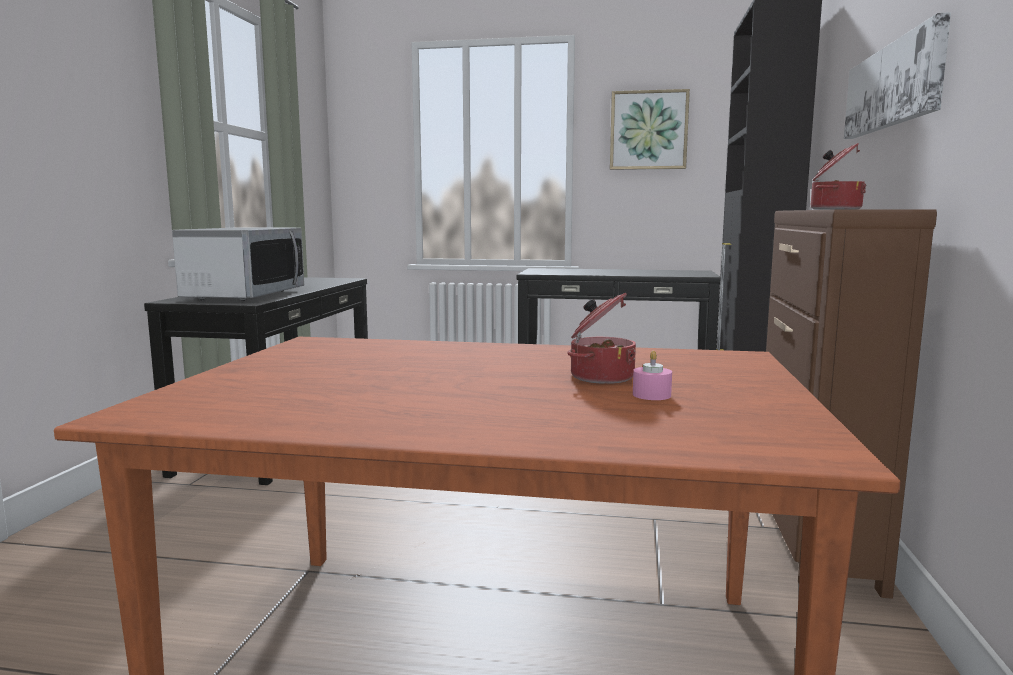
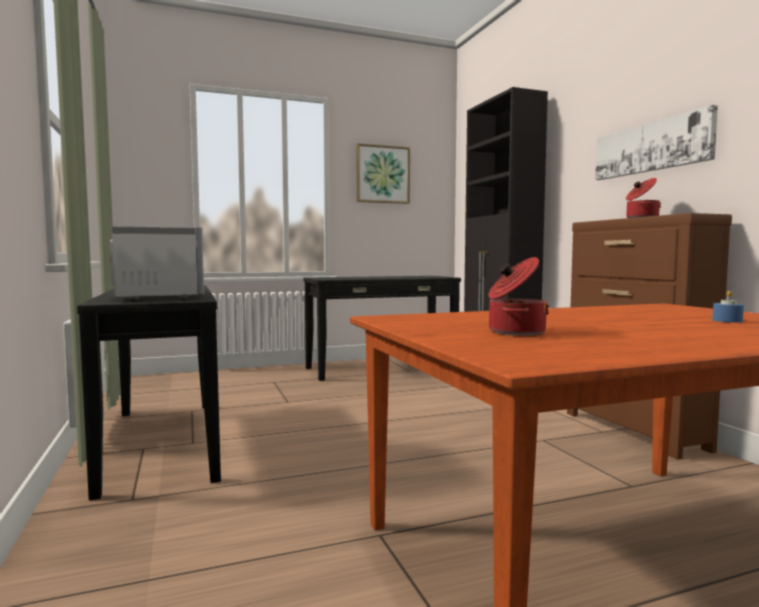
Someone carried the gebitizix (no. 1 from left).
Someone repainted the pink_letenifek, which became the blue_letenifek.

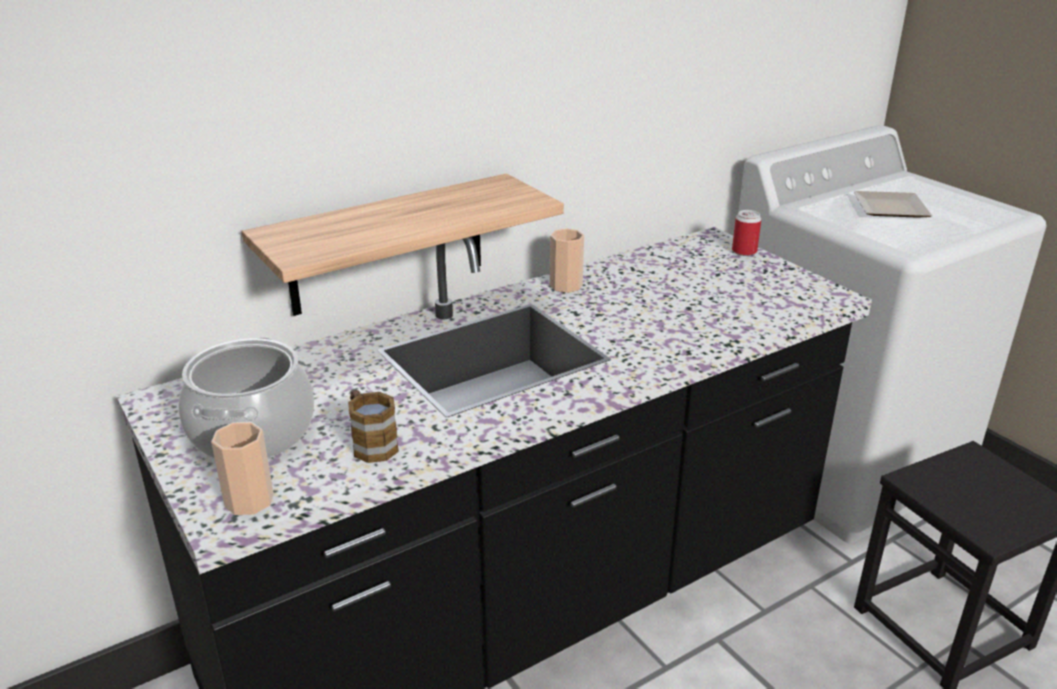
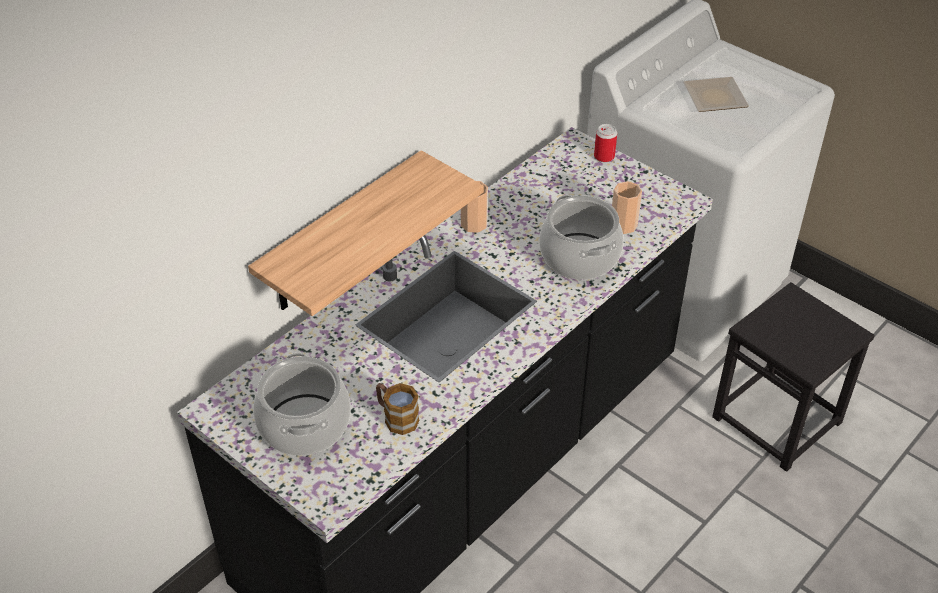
Someone put down the gebitizix (no. 2 from left).
Someone carried the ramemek (no. 1 from left in the first image).

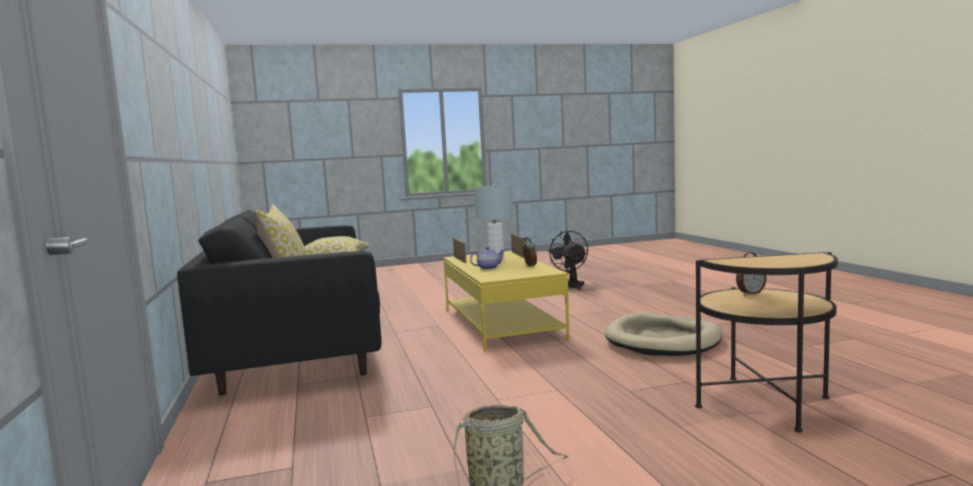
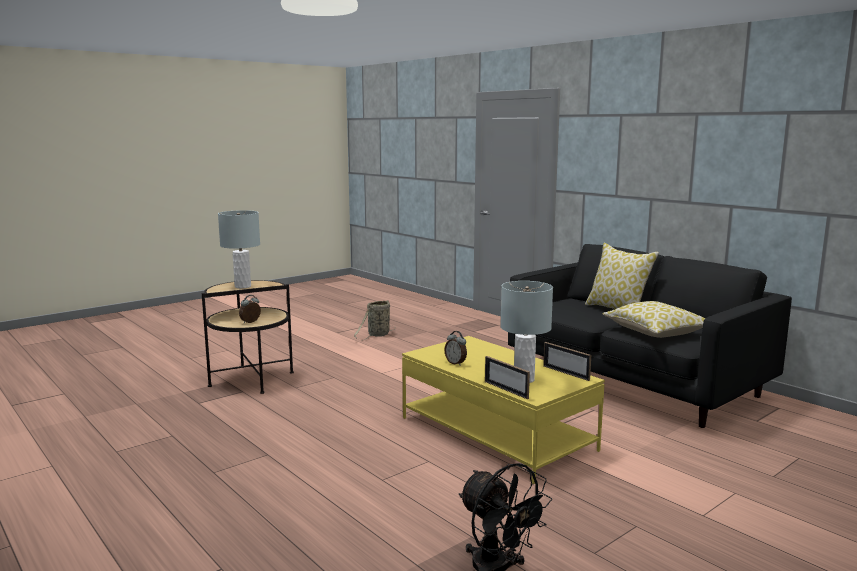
Someone took away the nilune.
Someone took away the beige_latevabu.
Someone put down the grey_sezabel (no. 1 from left).

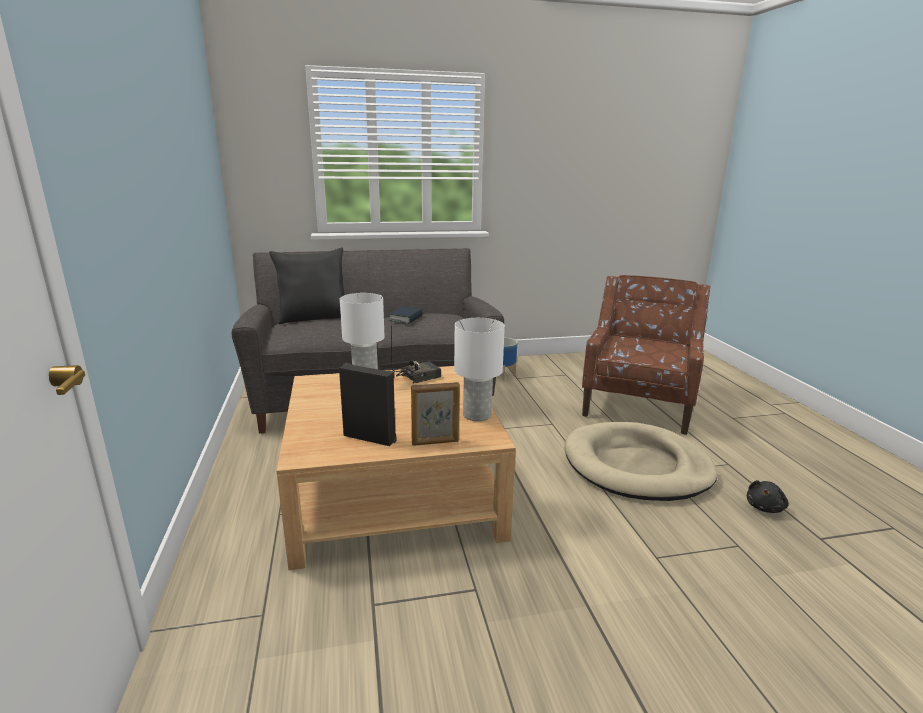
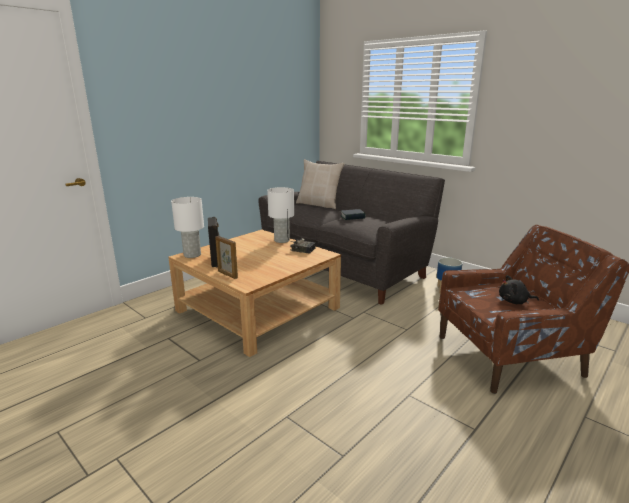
Someone took away the beige_latevabu.
Someone carried the white_sezabel (no. 2 from left in the first image).
Someone carried the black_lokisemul.
Someone repainted the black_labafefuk, which became the beige_labafefuk.

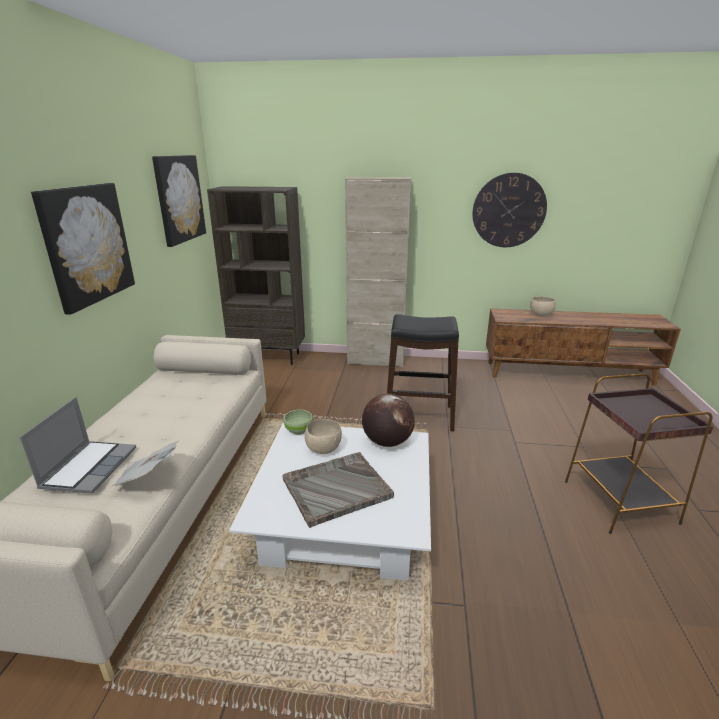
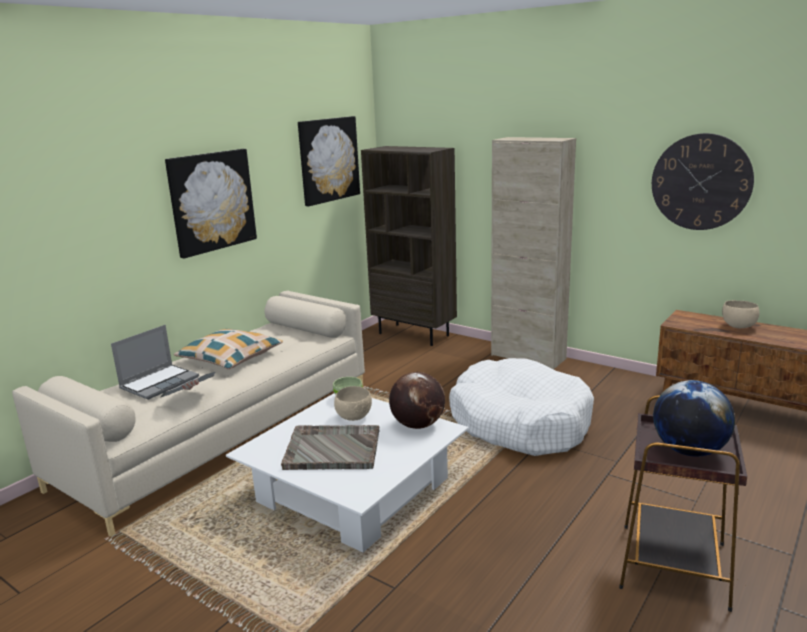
Someone put down the labafefuk.
Someone put down the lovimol (no. 2 from left).
Someone swapped the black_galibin for the white_latevabu.

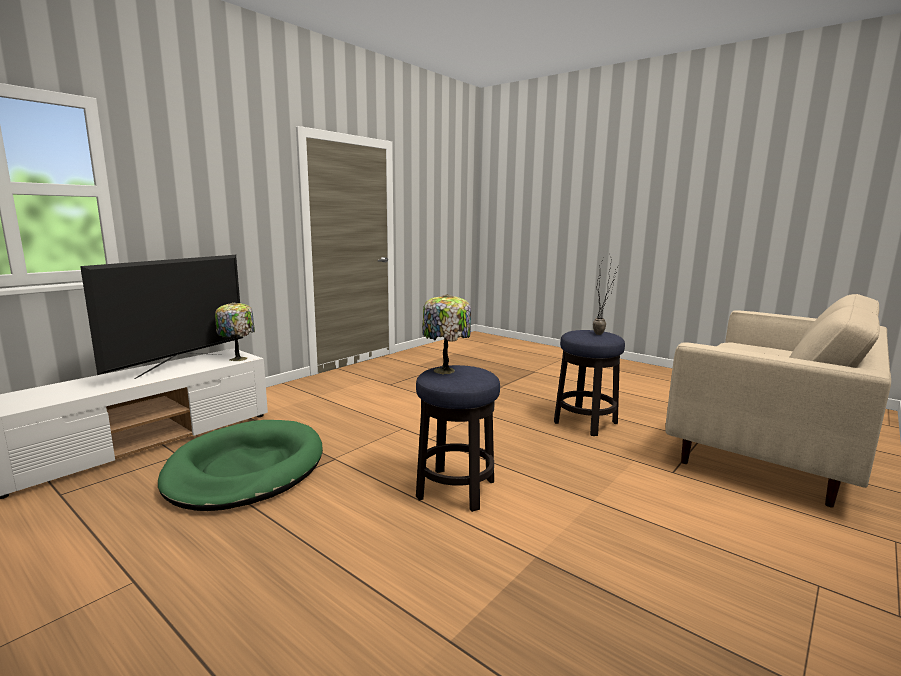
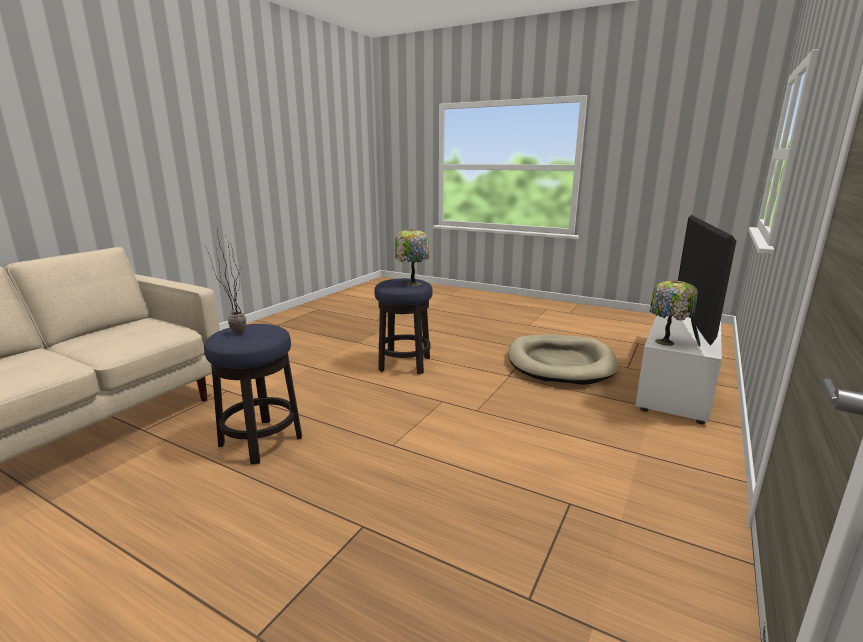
Someone repainted the green_latevabu, which became the beige_latevabu.

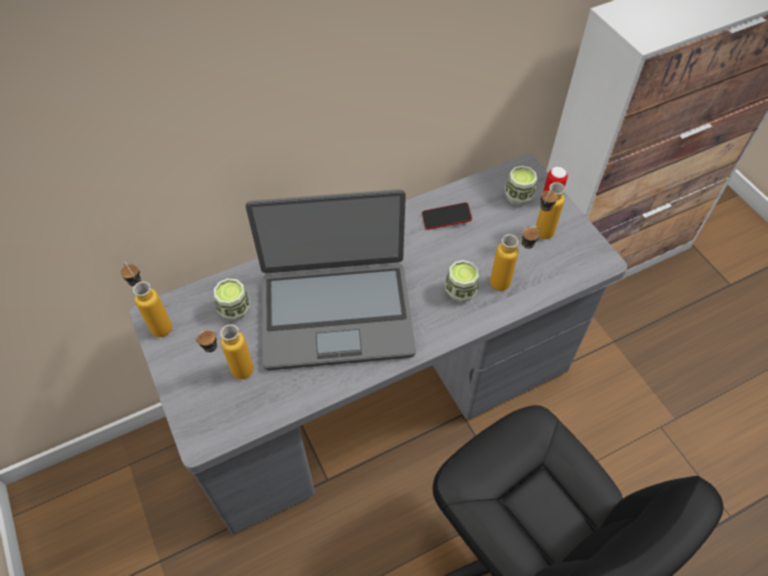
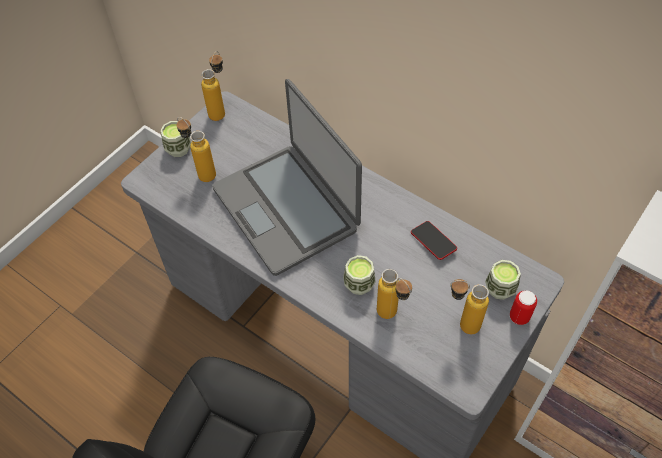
Someone carried the ramemek (no. 1 from left).

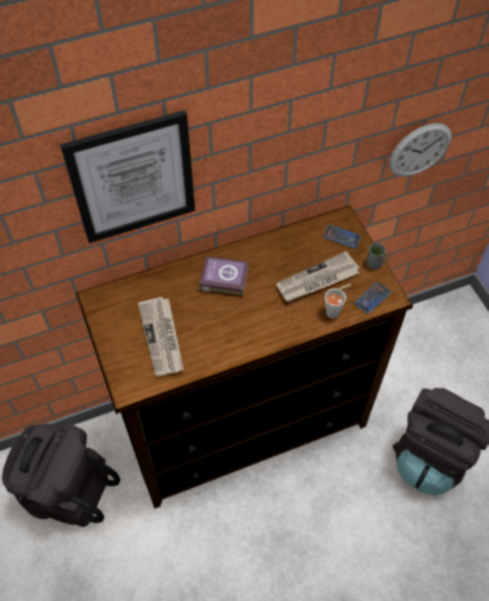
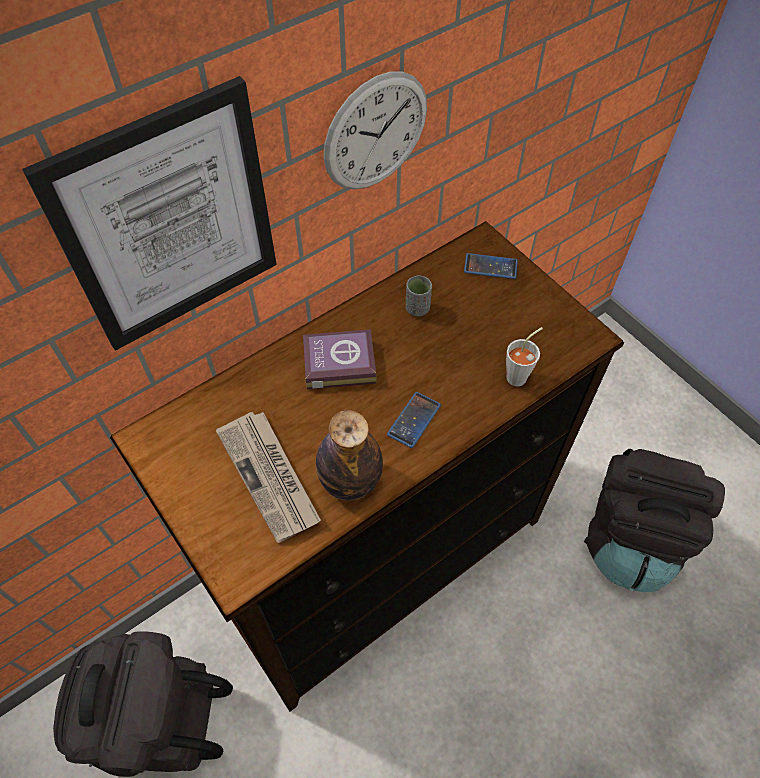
Someone took away the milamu (no. 2 from left).
Someone put down the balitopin.
Someone carried the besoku (no. 2 from left in the first image).
Someone carried the grey_ramemek (no. 2 from left in the first image).
Someone carried the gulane.

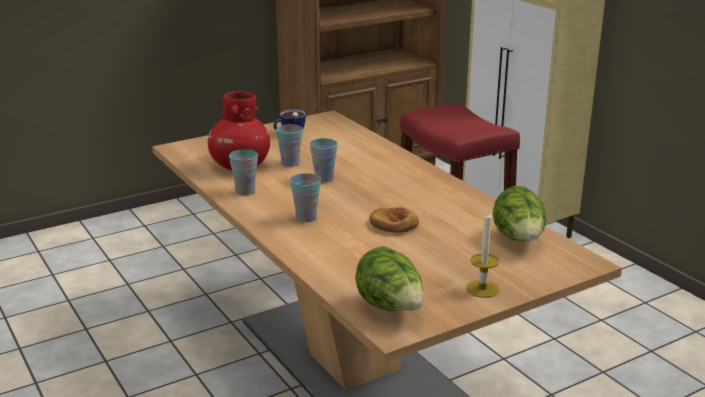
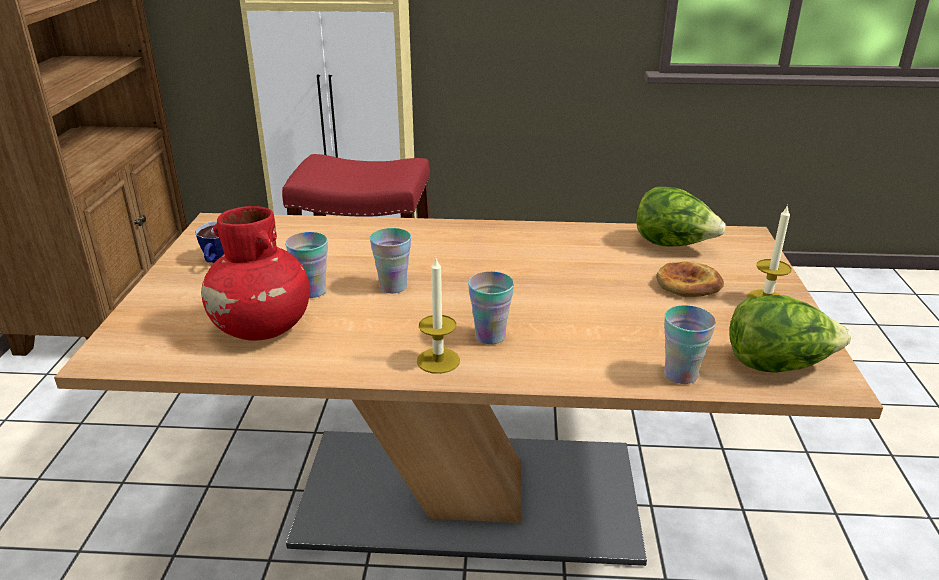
Someone put down the letenifek (no. 1 from left).
Someone carried the ramemek (no. 1 from left in the first image).
Someone carried the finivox.

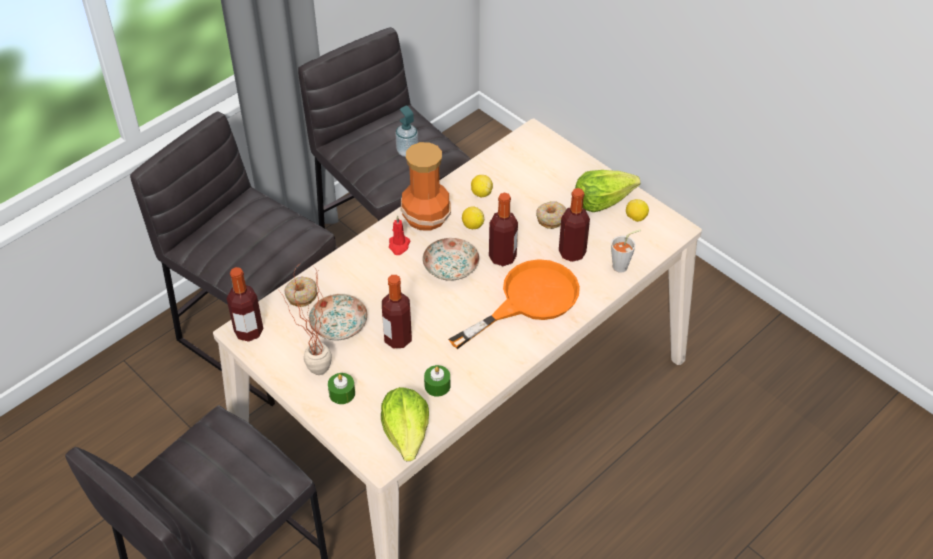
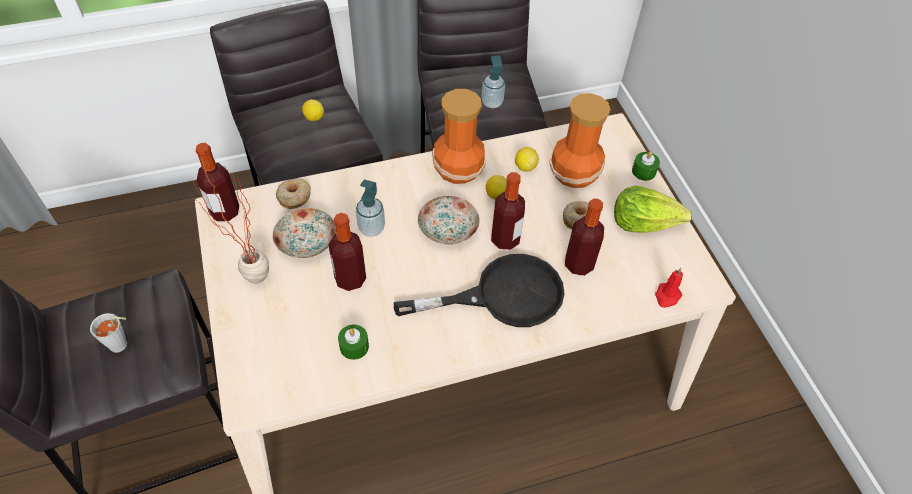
Someone took away the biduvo (no. 1 from left).
Someone put down the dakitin (no. 1 from left).
Someone put down the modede (no. 2 from left).
Someone carried the green_letenifek (no. 1 from left in the first image).
Someone carried the red_letenifek.
Someone carried the grey_ramemek.
Someone carried the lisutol (no. 3 from left in the first image).
Someone repainted the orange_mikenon, which became the black_mikenon.

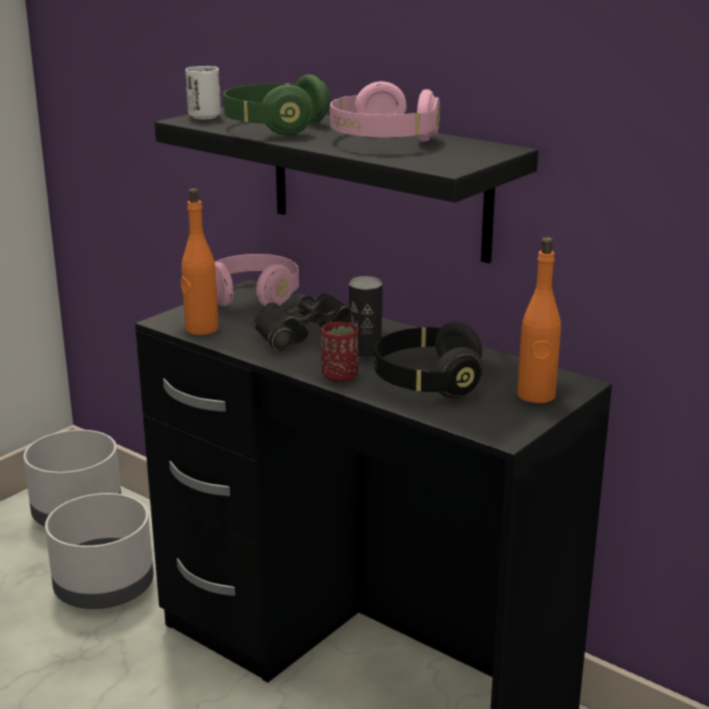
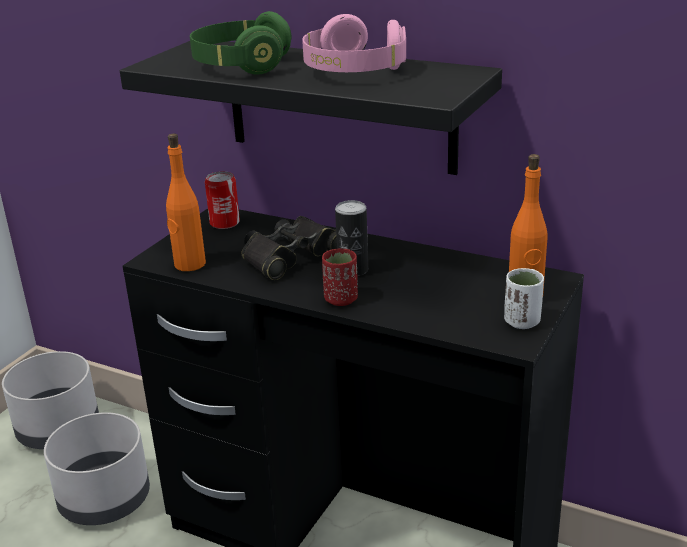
Someone took away the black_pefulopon.
Someone carried the white_ramemek.
Someone swapped the pink_pefulopon (no. 1 from left) for the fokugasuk (no. 1 from left).

